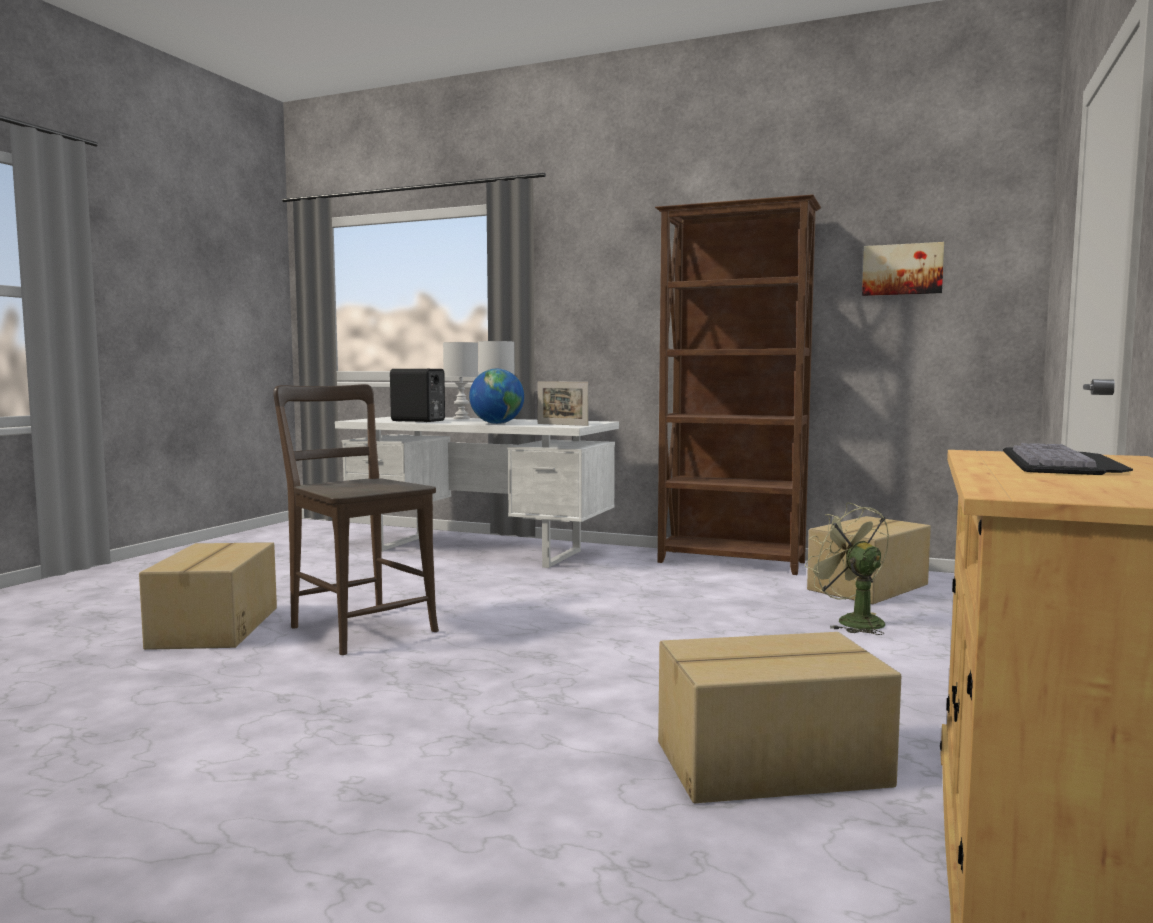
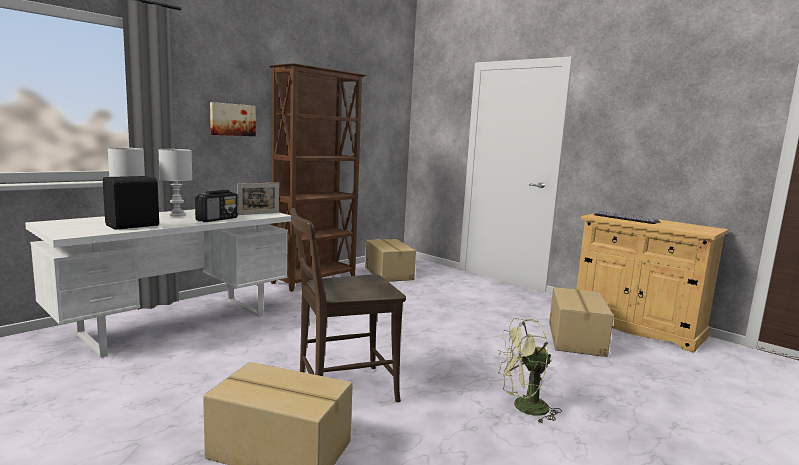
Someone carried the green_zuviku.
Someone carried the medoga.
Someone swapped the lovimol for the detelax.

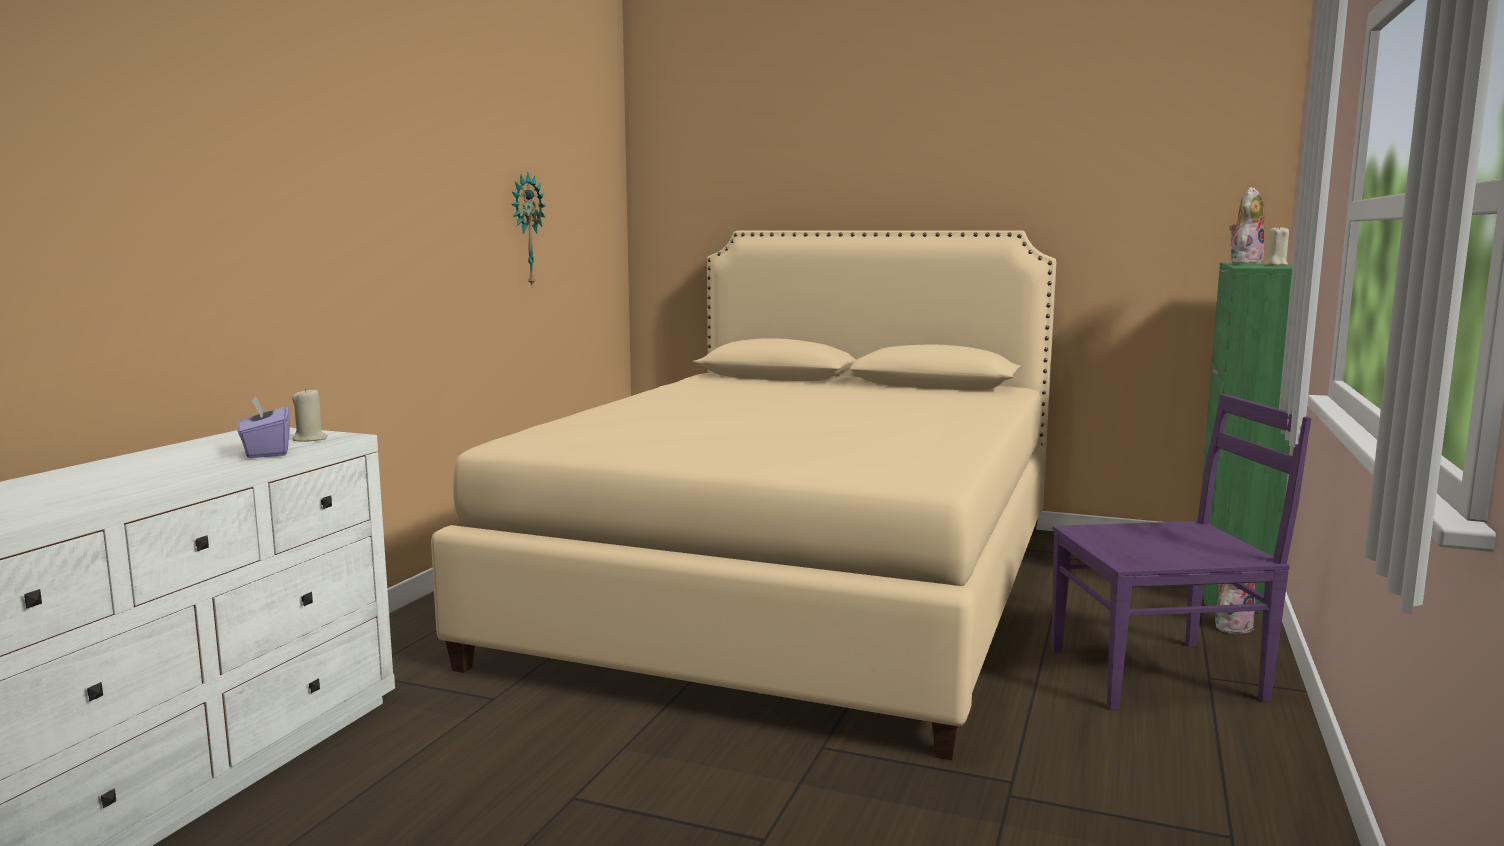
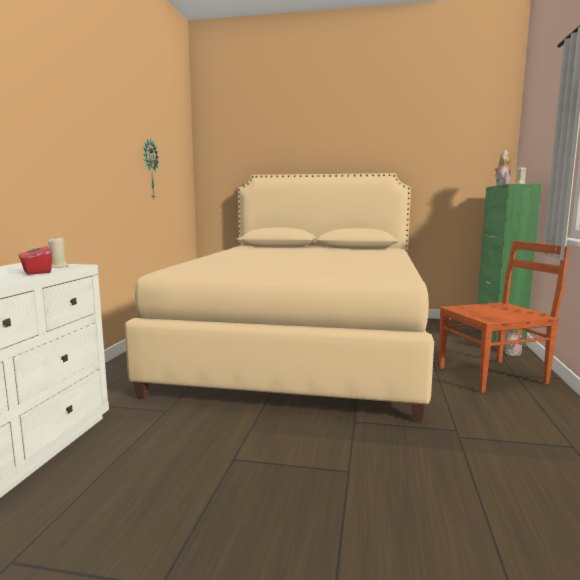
Someone repainted the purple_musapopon, which became the red_musapopon.
Someone repainted the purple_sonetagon, which became the brown_sonetagon.

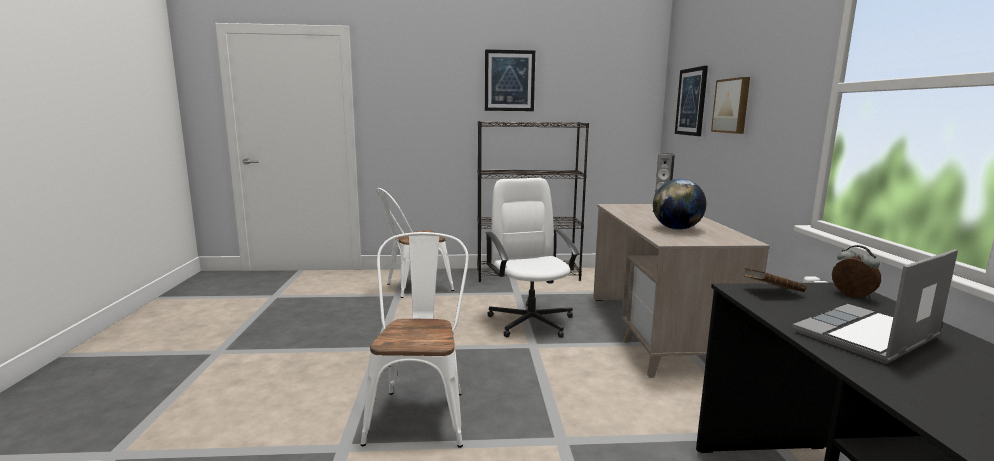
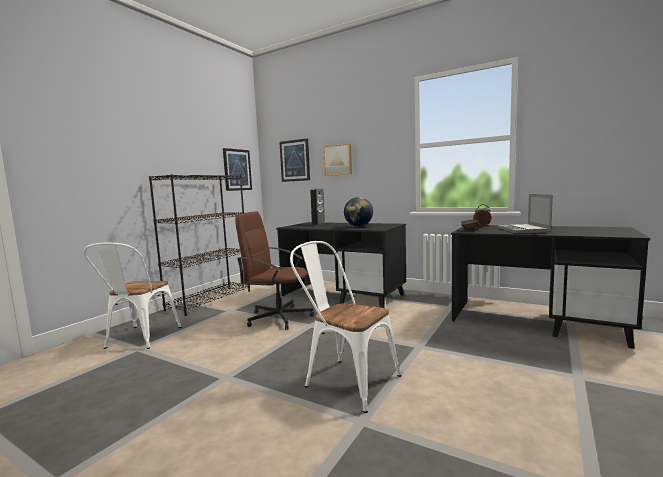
Someone carried the medoga (no. 1 from left).
Someone repainted the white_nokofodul, which became the brown_nokofodul.
Someone repainted the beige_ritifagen, which became the black_ritifagen (no. 1 from left).

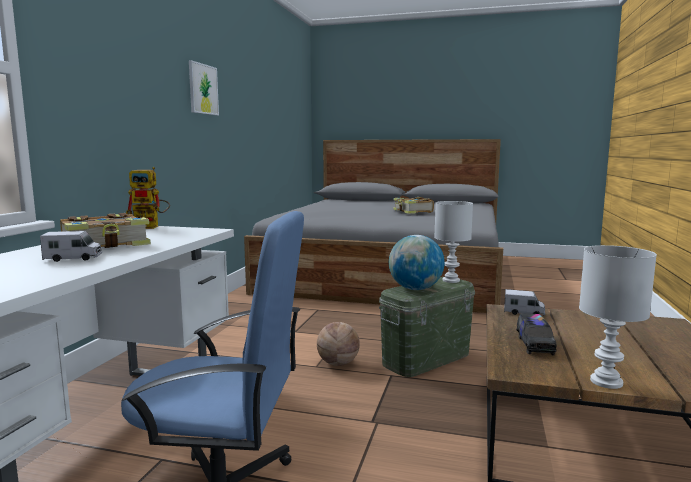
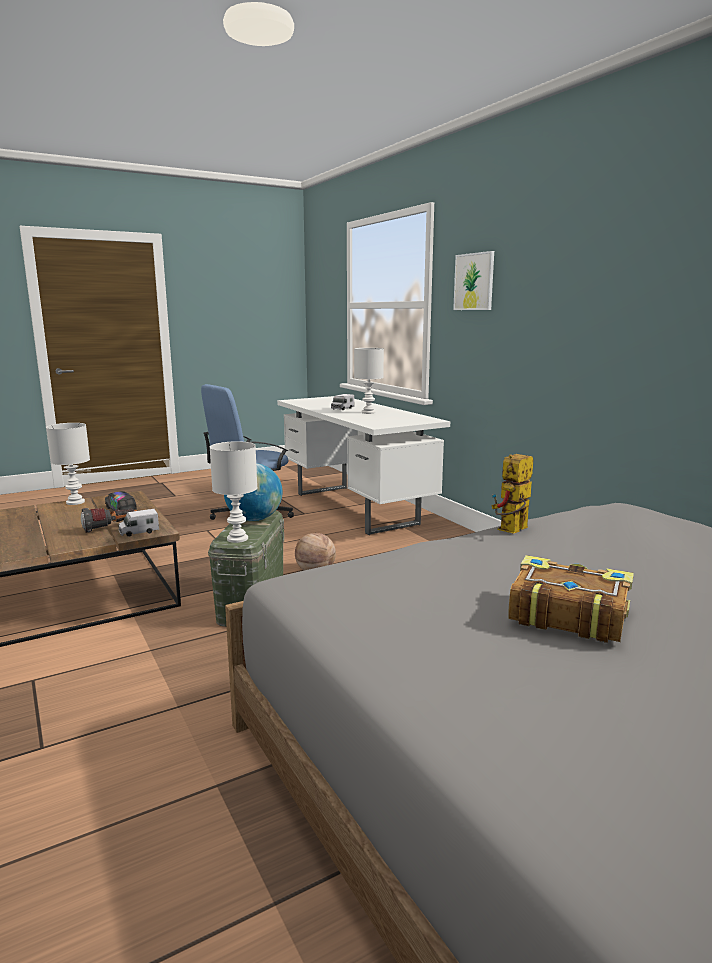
Someone put down the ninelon.
Someone carried the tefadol.
Someone carried the medoga.
Someone swapped the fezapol (no. 1 from left) for the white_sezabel (no. 3 from left).

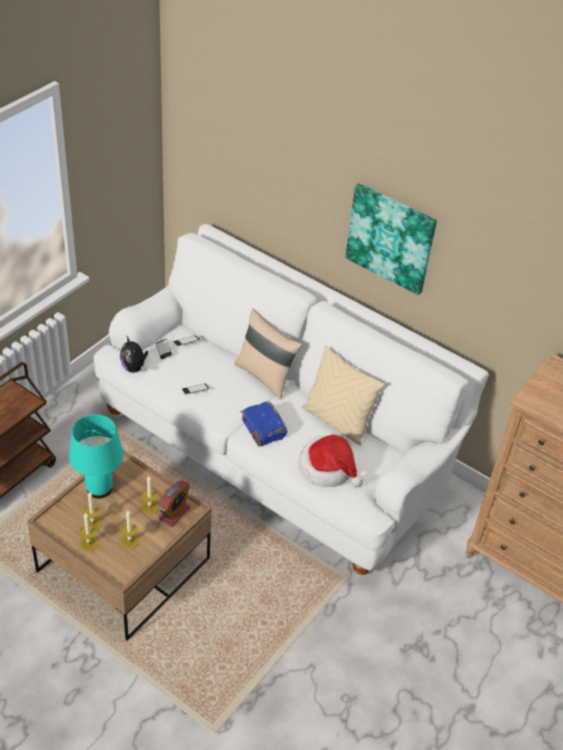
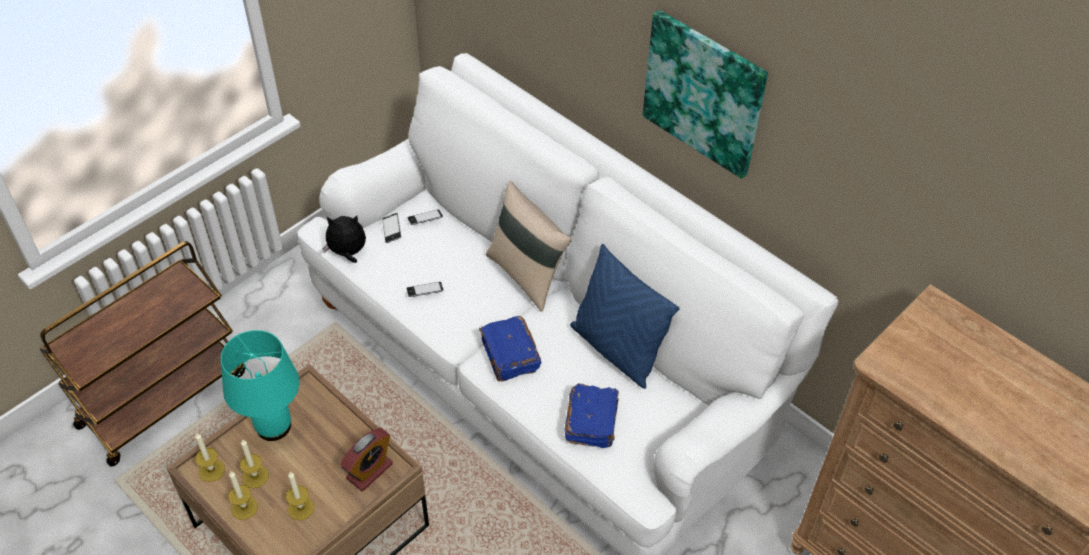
Someone carried the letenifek (no. 4 from left in the first image).
Someone swapped the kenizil for the blue_fezapol (no. 2 from left).
Someone repainted the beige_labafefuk (no. 2 from left), which became the blue_labafefuk.
Someone rotated the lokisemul by 105 degrees clockwise.

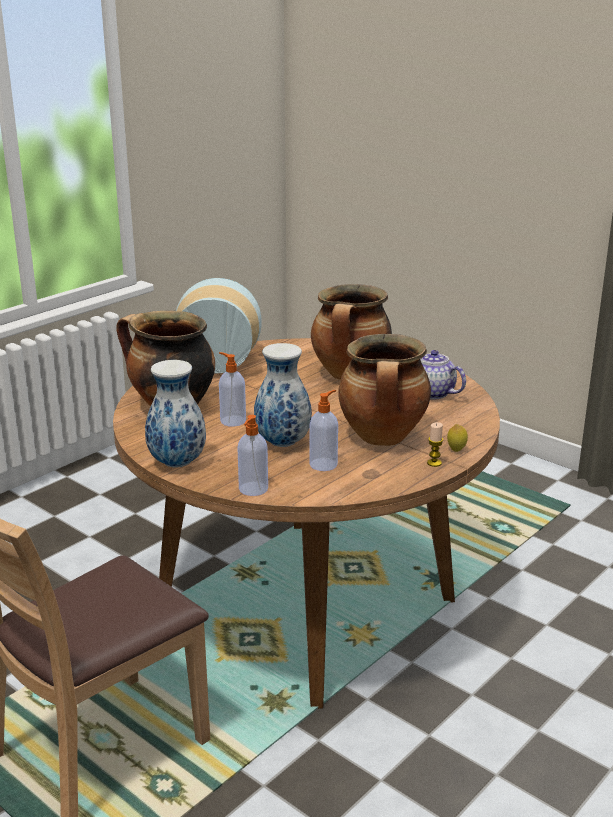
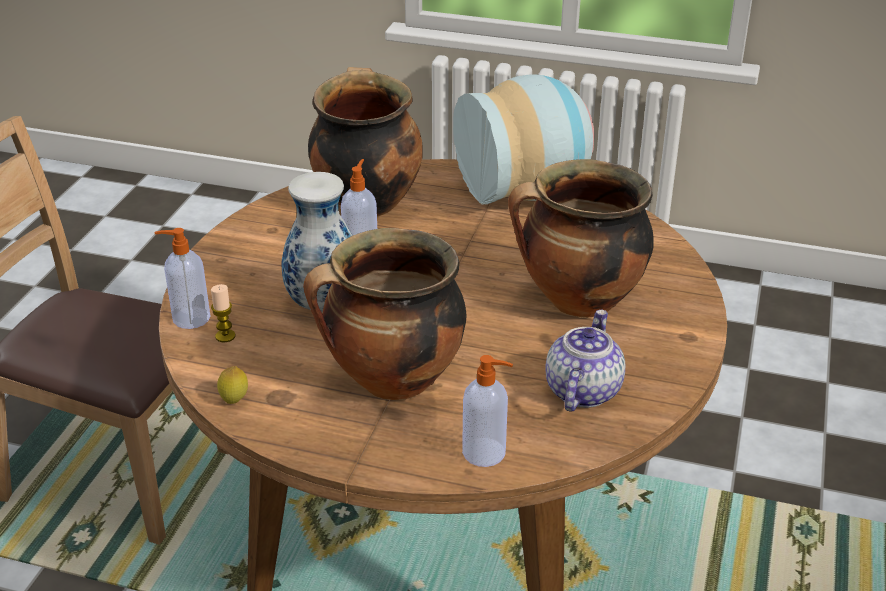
Someone took away the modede (no. 1 from left).
Someone carried the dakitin (no. 3 from left).
Someone carried the letenifek.
Someone carried the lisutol.

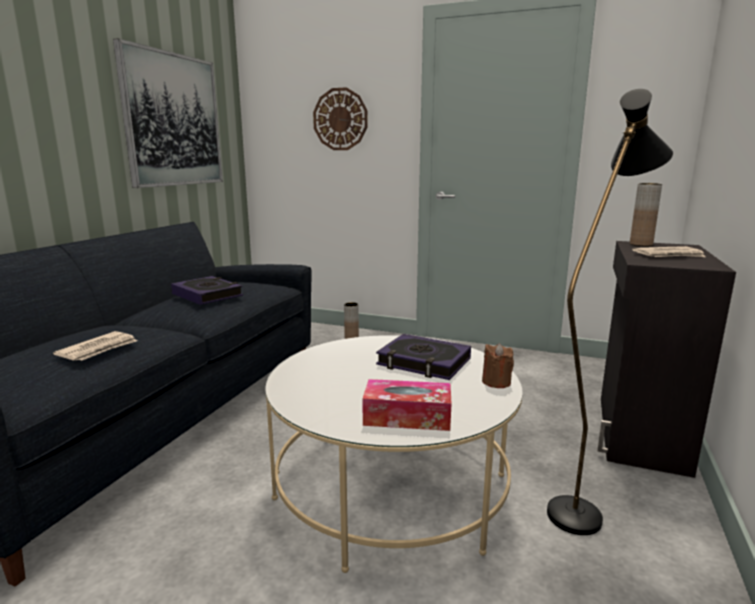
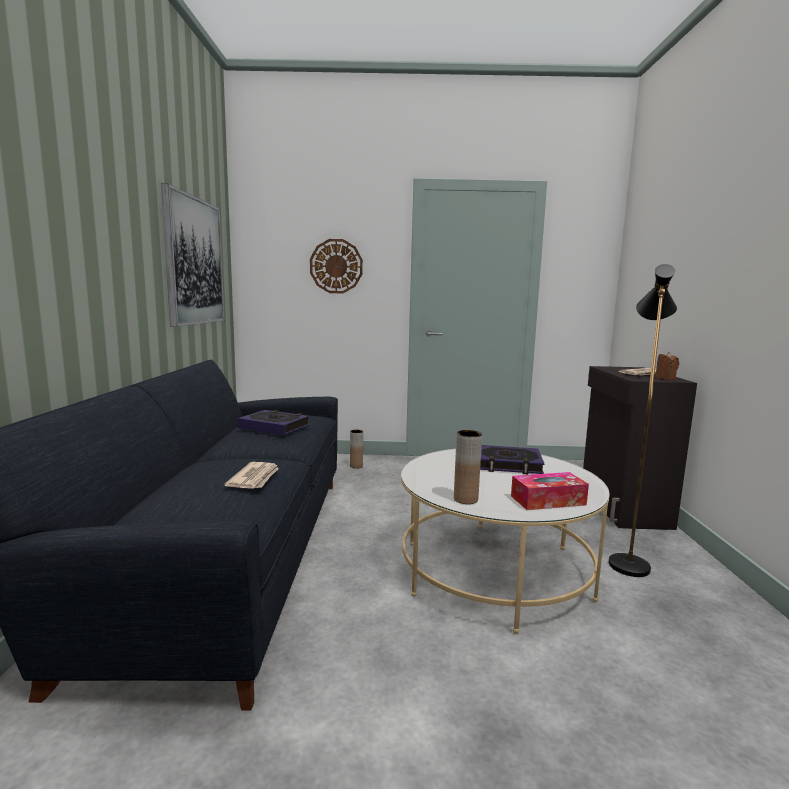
Someone carried the brown_letenifek.
Someone carried the brown_modede (no. 2 from left).

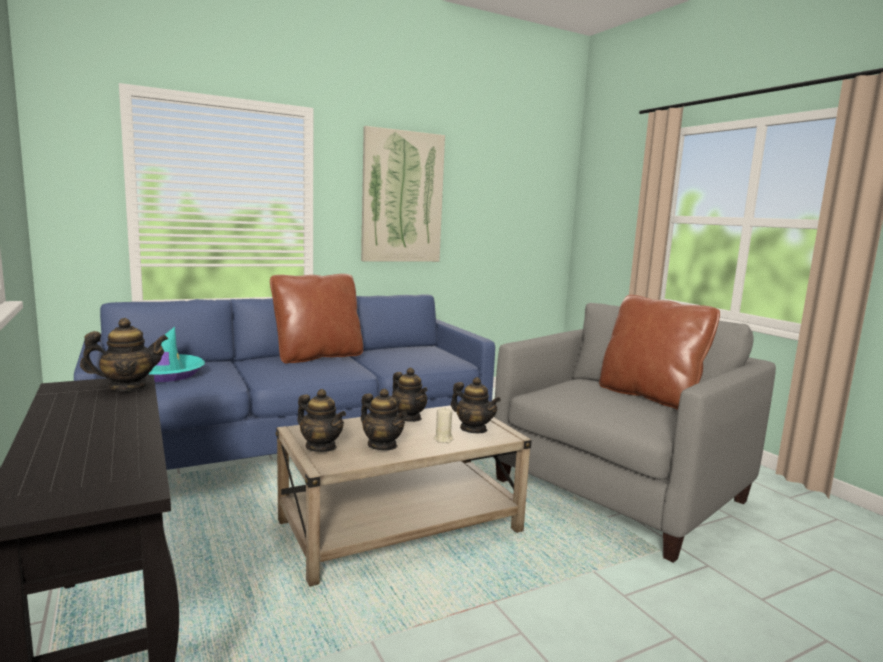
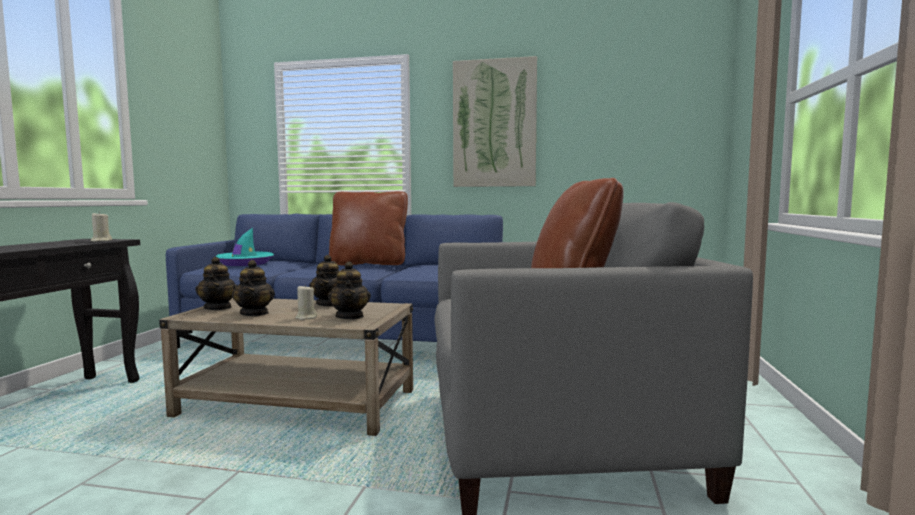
Someone swapped the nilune (no. 1 from left) for the beige_letenifek (no. 1 from left).

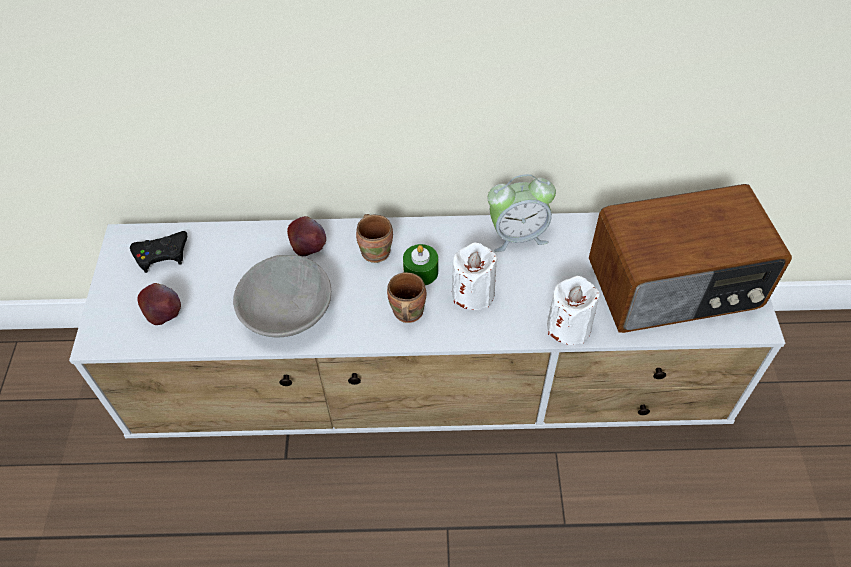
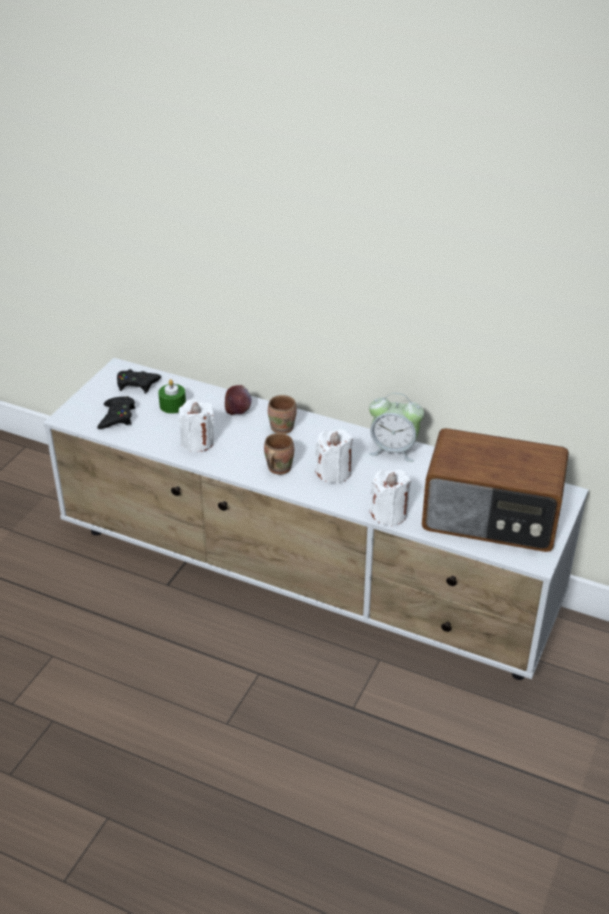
Someone carried the green_letenifek.
Someone swapped the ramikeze (no. 1 from left) for the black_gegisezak (no. 1 from left).
Someone swapped the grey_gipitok for the white_letenifek (no. 1 from left).

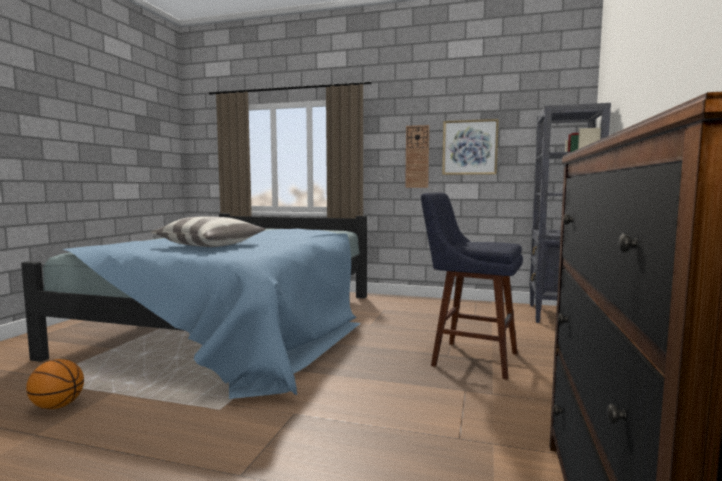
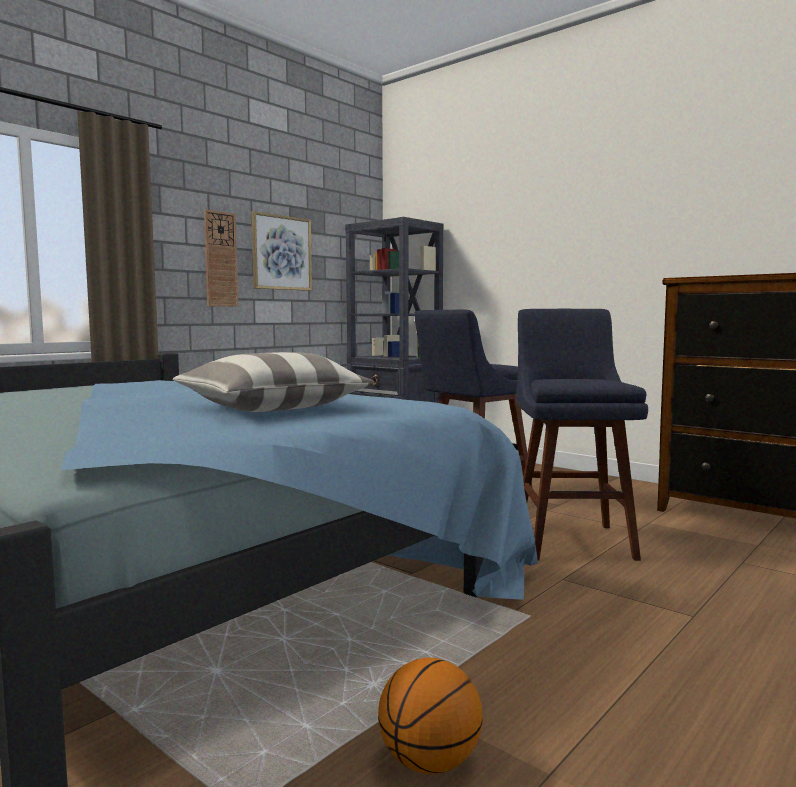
Someone put down the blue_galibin (no. 2 from left).

